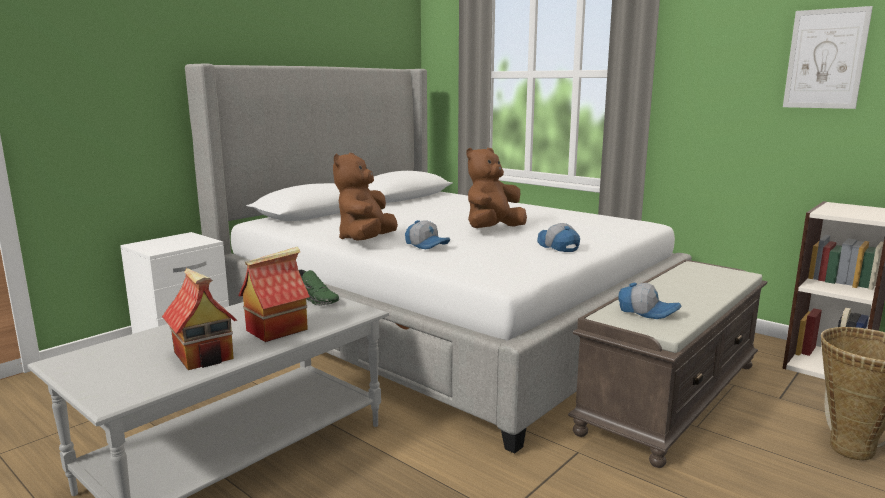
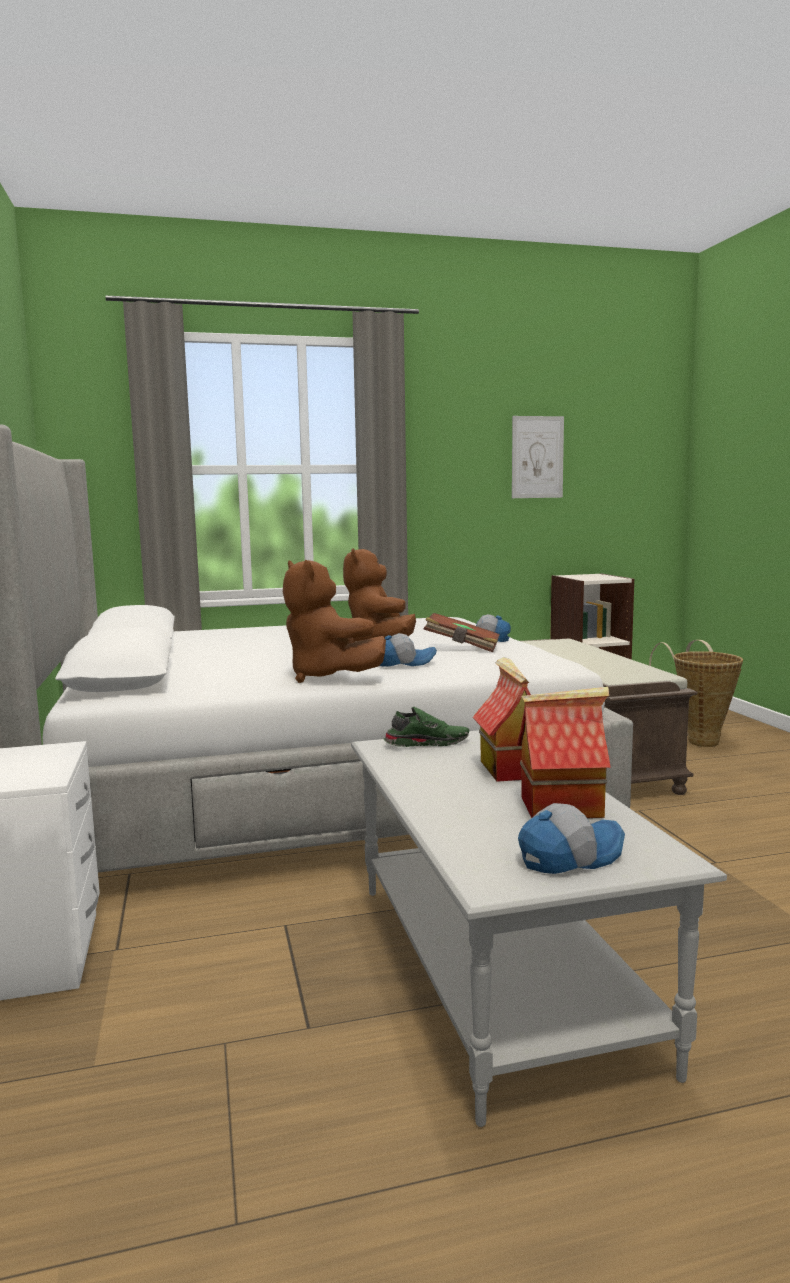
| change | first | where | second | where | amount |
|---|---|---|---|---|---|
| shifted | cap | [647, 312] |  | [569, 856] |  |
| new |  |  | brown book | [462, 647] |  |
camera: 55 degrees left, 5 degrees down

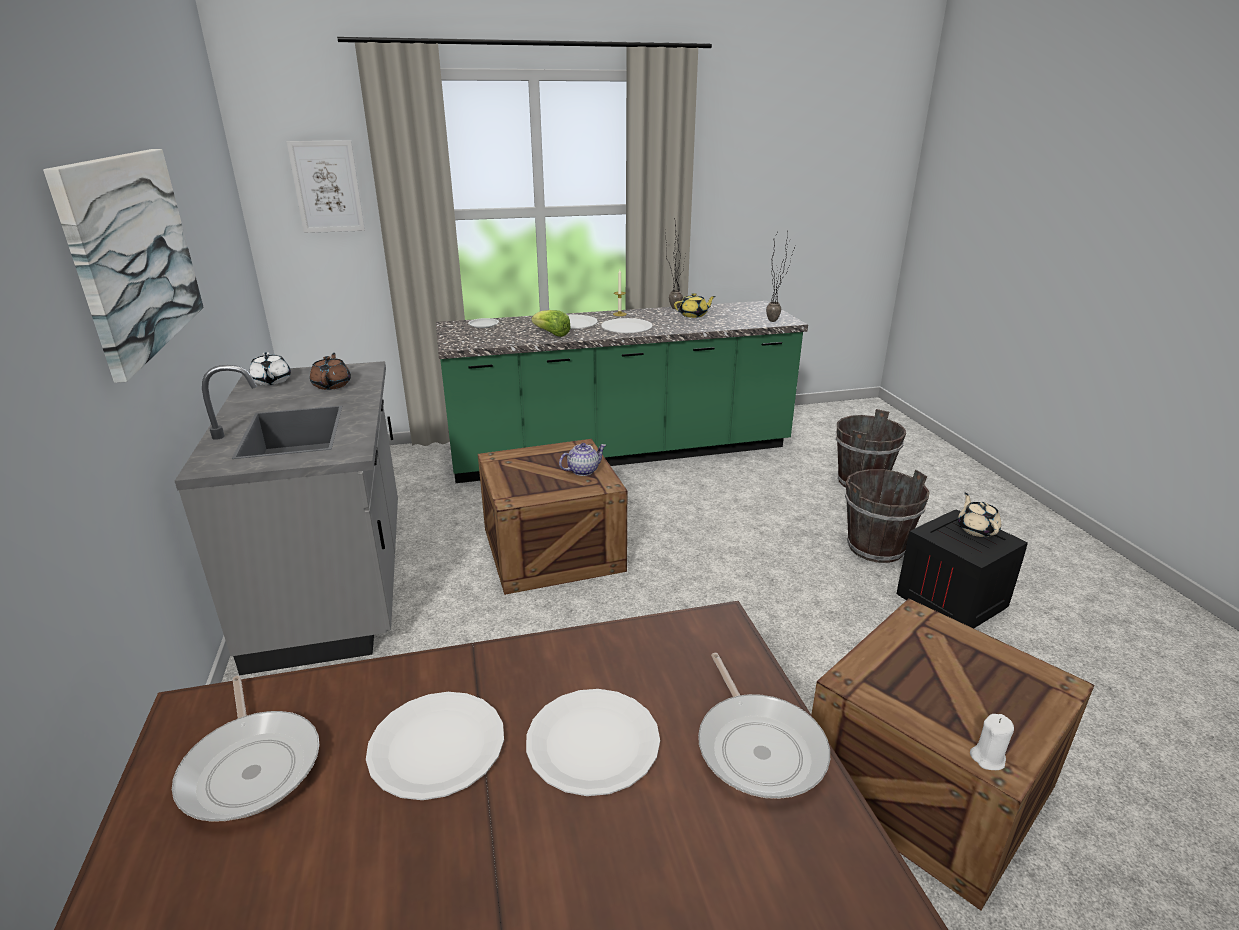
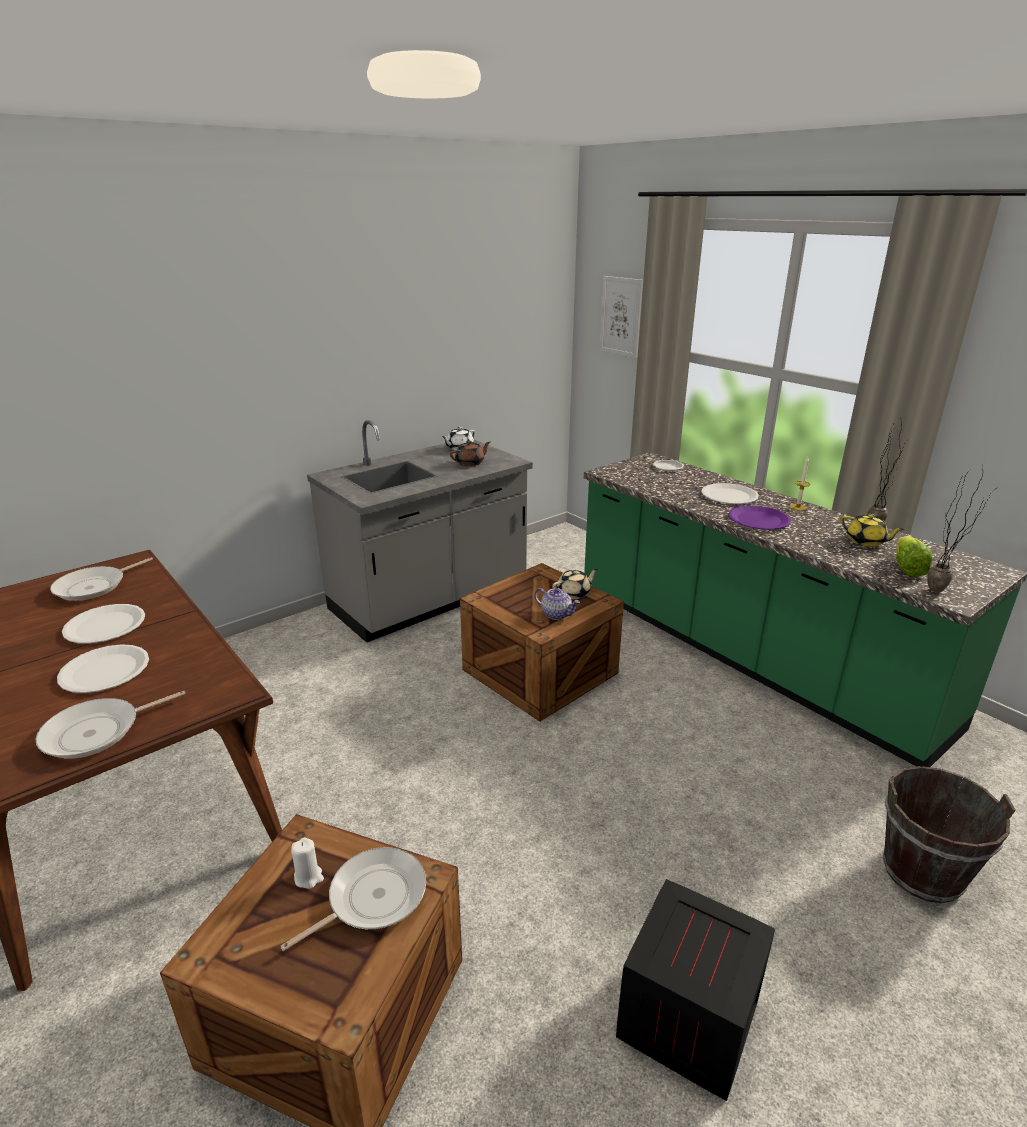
| change | first | where | second | where | amount |
|---|---|---|---|---|---|
| gone | picture | [134, 253] |  |  |  |
| shifted | lettuce | [552, 334] |  | [907, 568] |  |
| repainted | white plate | [626, 327] | purple plate | [759, 519] |  |
| gone | brown bucket | [875, 547] |  |  |  |
| shifted | beige teapot | [976, 529] |  | [574, 593] |  |
| shifted | white candle | [988, 758] |  | [308, 877] |  |
| new |  |  | frying pan | [372, 898] |  |
camera: 65 degrees right, 0 degrees up

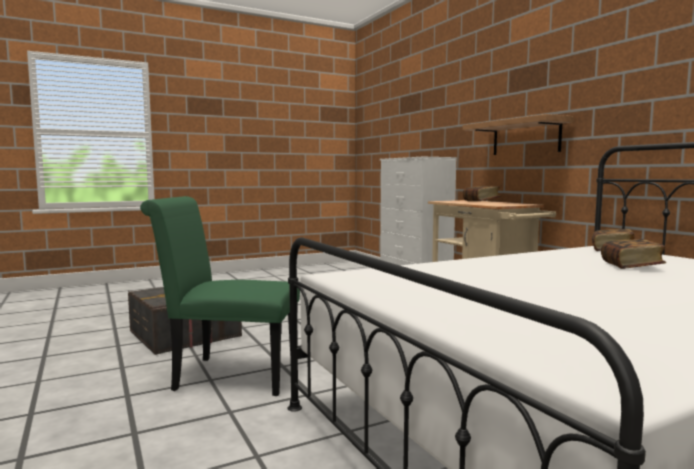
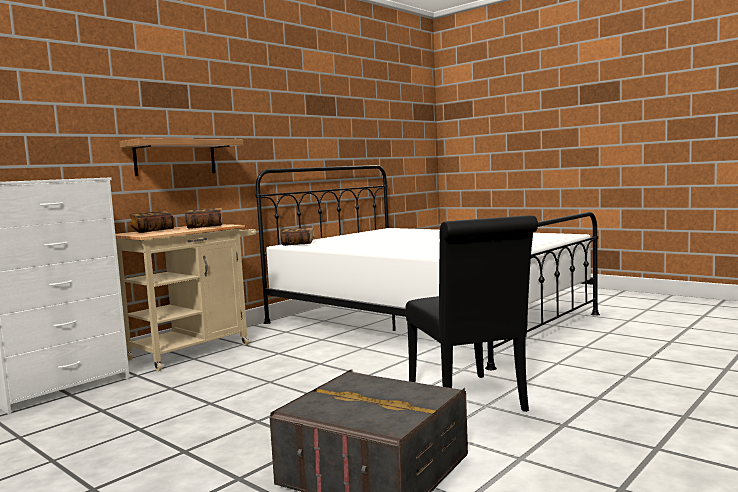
| change | first | where | second | where | amount |
|---|---|---|---|---|---|
| repainted | green chair | [228, 376] | black chair | [469, 401] |  |
| shifted | book | [631, 266] |  | [205, 226] |  |
camera: 110 degrees left, 0 degrees up

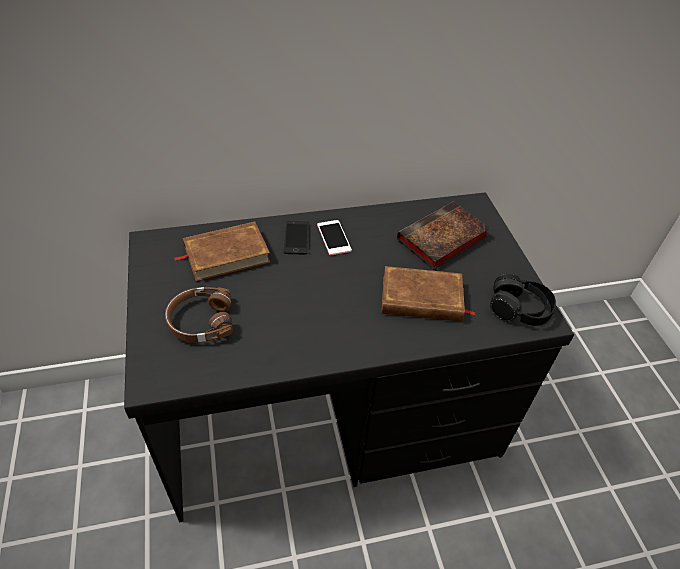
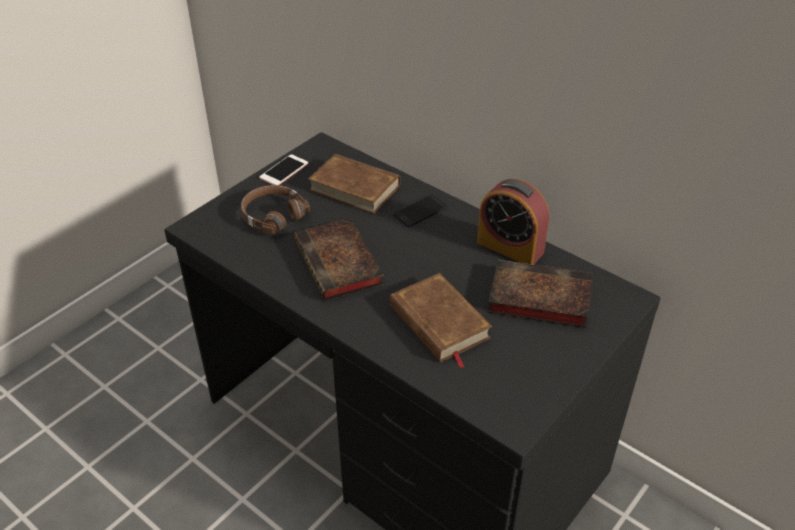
| change | first | where | second | where | amount |
|---|---|---|---|---|---|
| shifted | phone | [334, 238] |  | [284, 171] |  |
| gone | black headphones | [519, 308] |  |  |  |
| new |  |  | alarm clock | [510, 247] |  |
| new |  |  | book | [340, 265] |  |
camera: 55 degrees right, 5 degrees down

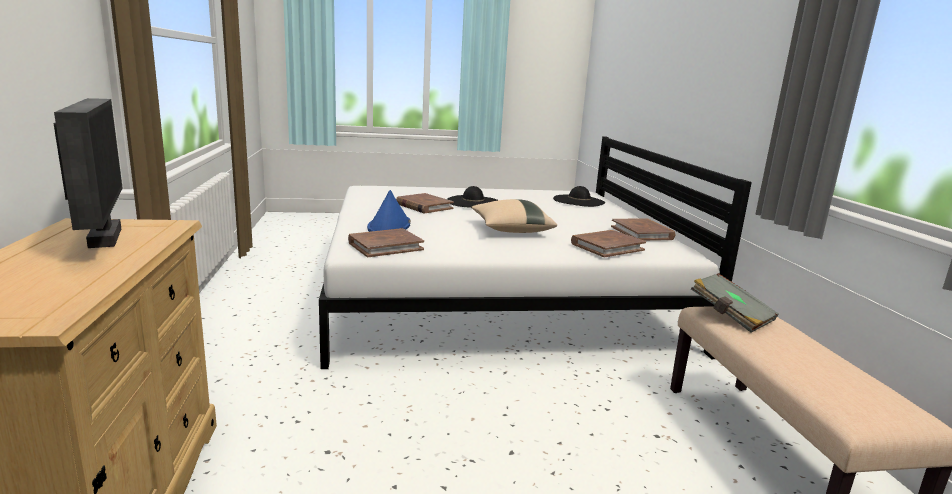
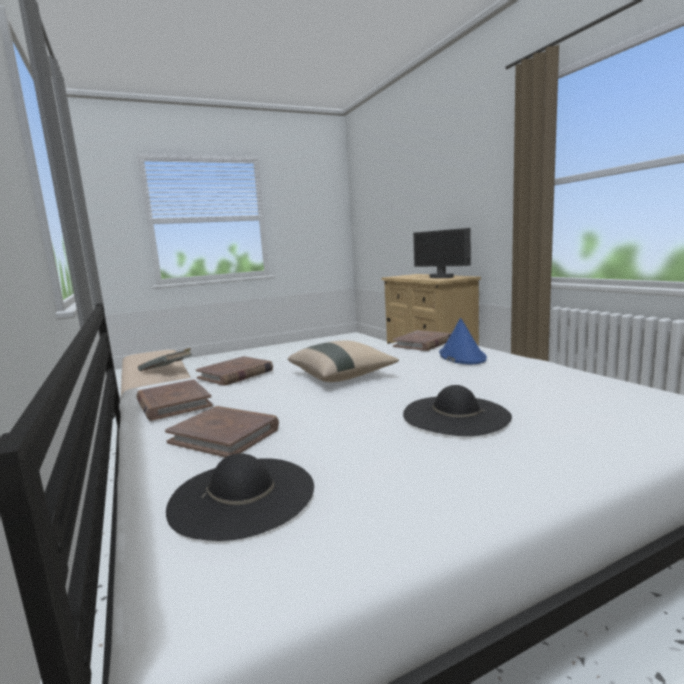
| change | first | where | second | where | amount |
|---|---|---|---|---|---|
| shifted | brown book | [424, 206] |  | [225, 435] |  |
camera: 165 degrees right, 5 degrees down

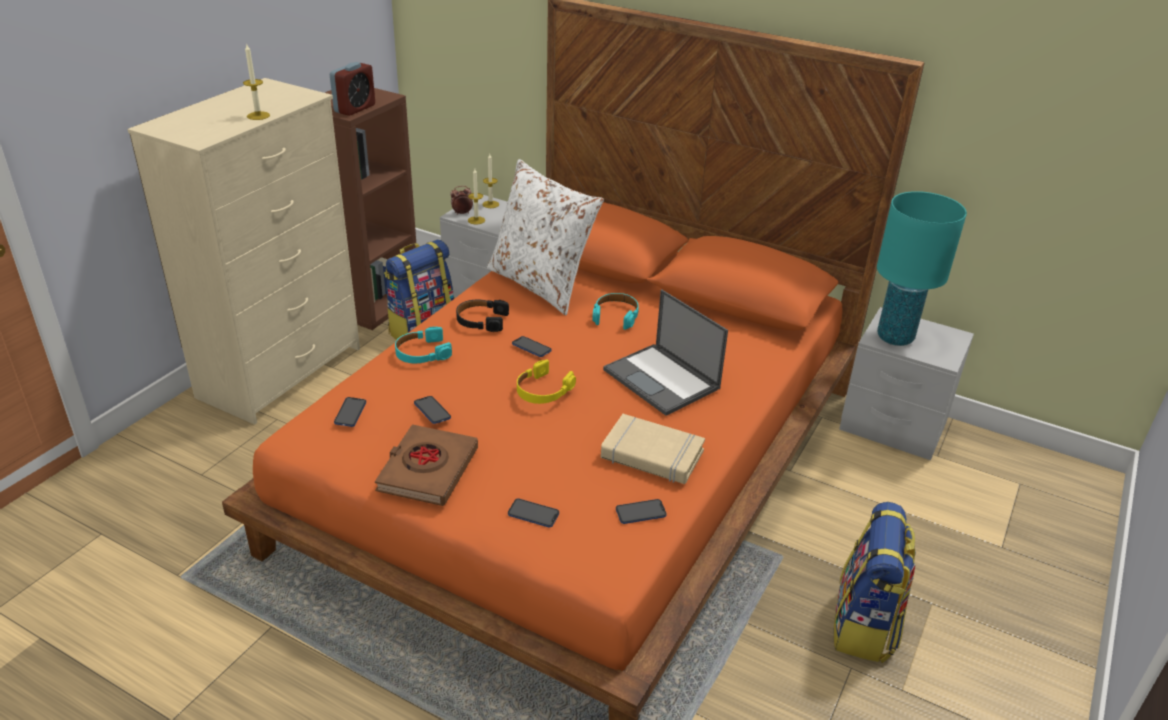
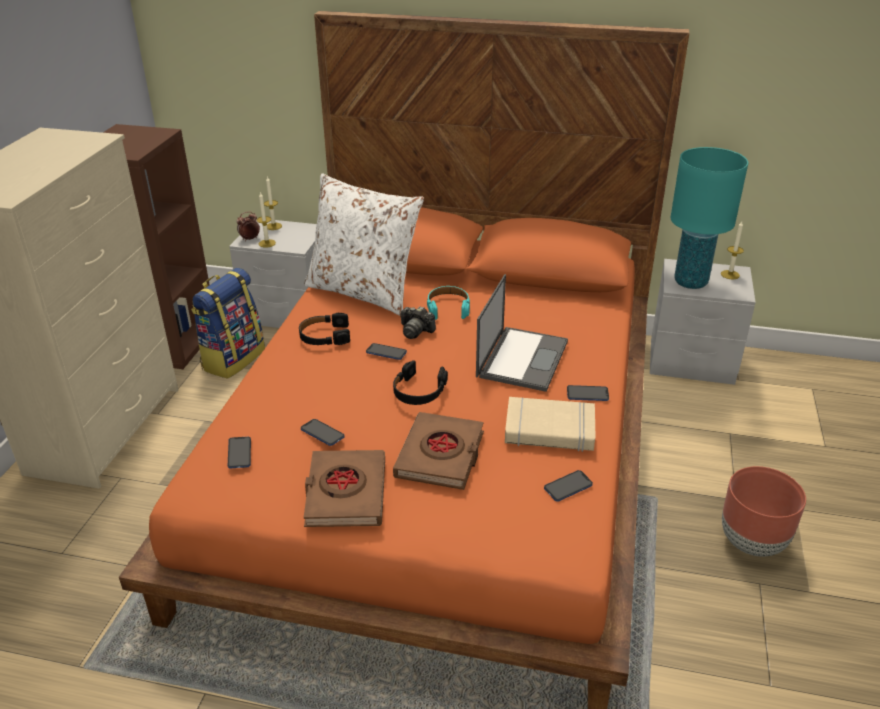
| change | first | where | second | where | amount |
|---|---|---|---|---|---|
| shifted | candle | [258, 116] |  | [730, 274] |  |
| gone | alarm clock | [355, 108] |  |  |  |
| rotated | laptop | [662, 380] |  | [522, 358] | 105 degrees counterclockwise |
| gone | turquoise headphones | [422, 353] |  |  |  |
| repainted | yellow headphones | [543, 390] | black headphones | [418, 391] |  |
| shifted | phone | [533, 514] |  | [587, 394] |  |
| swapped | backpack | [865, 626] | brown planter | [753, 543] |  |
| new |  |  | photo camera | [415, 331] |  |
| new |  |  | brown book | [441, 456] |  |
camera: 15 degrees left, 0 degrees up

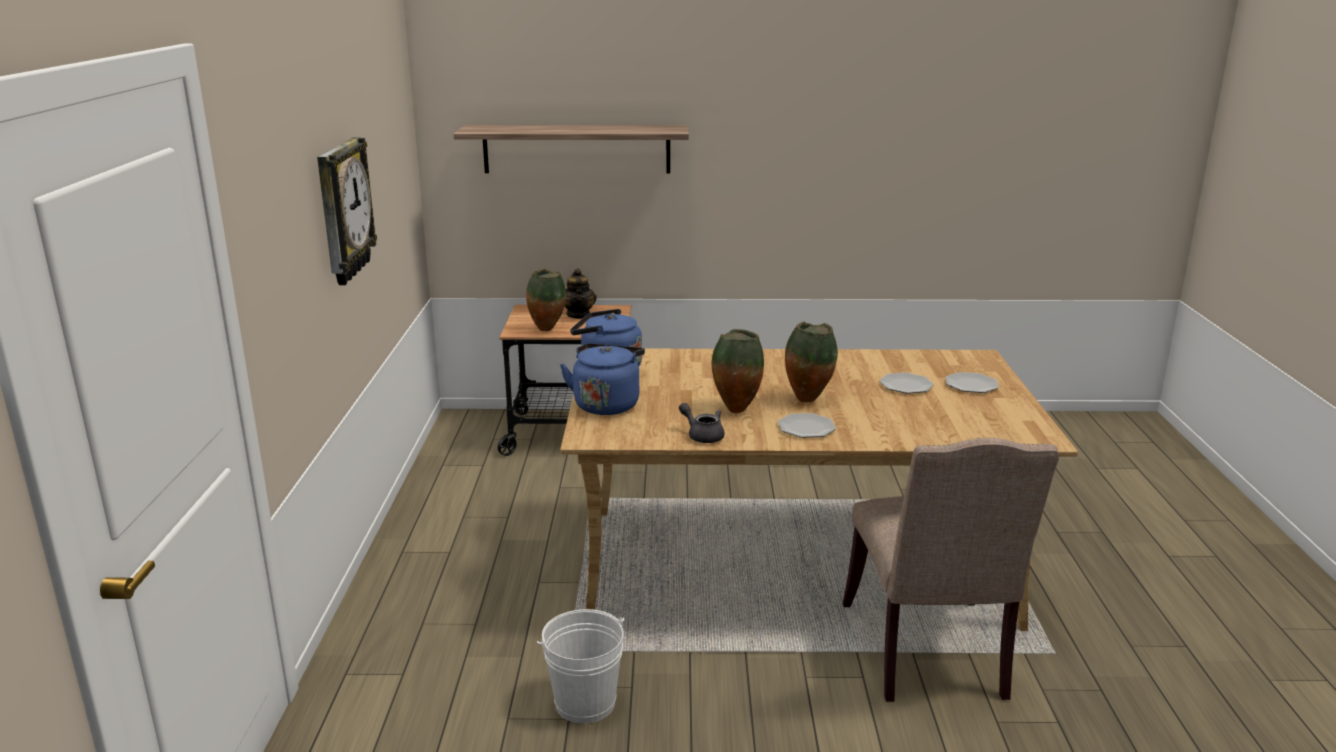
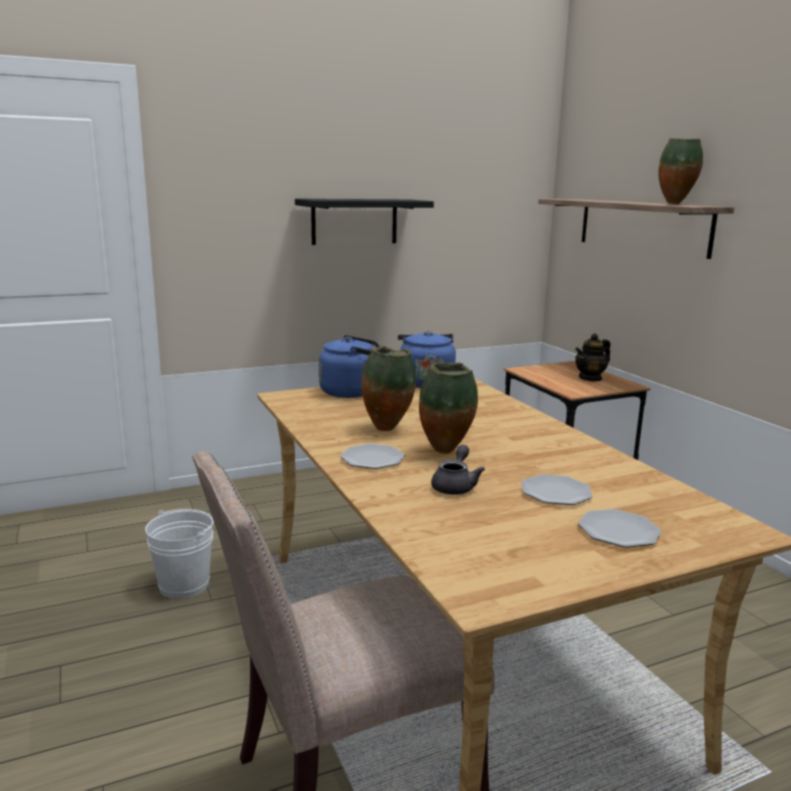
| change | first | where | second | where | amount |
|---|---|---|---|---|---|
| swapped | wall clock | [342, 211] | black shelf | [354, 221] |  |
| shifted | vase | [547, 330] |  | [675, 204] |  |
| shifted | grey teapot | [702, 435] |  | [455, 486] |  |
camera: 65 degrees right, 5 degrees down

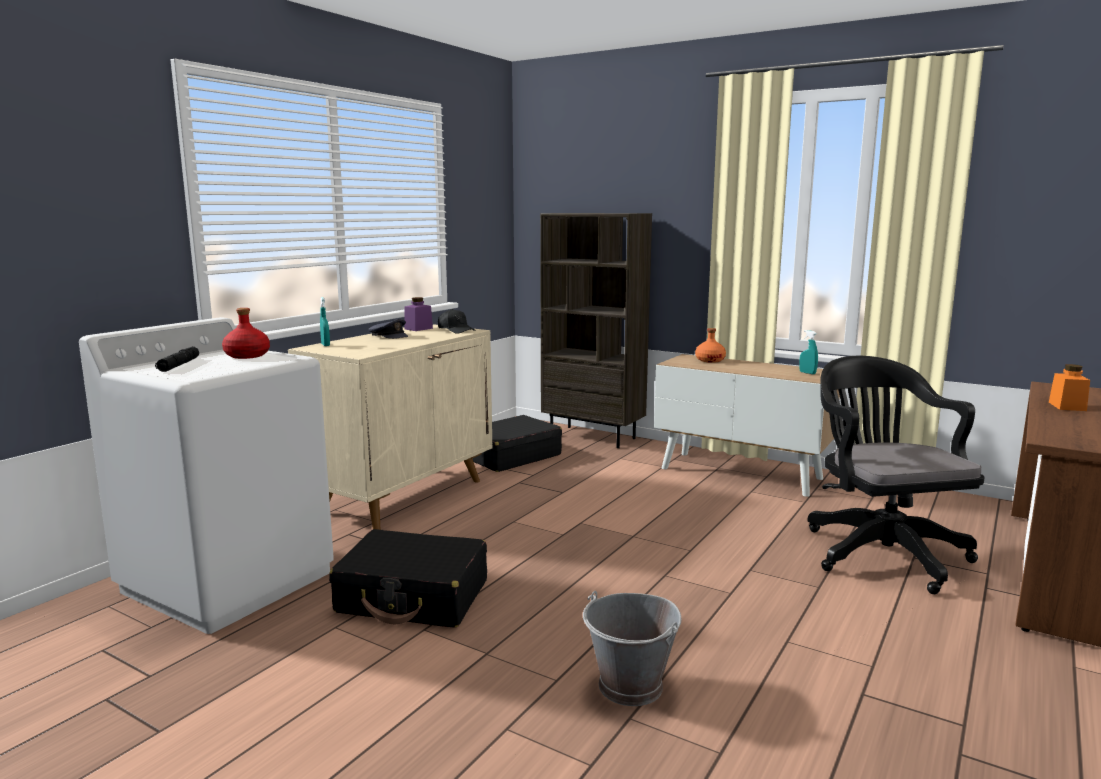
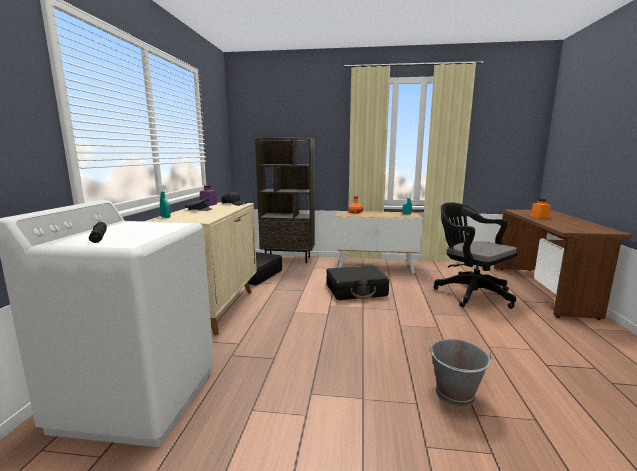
| change | first | where | second | where | amount |
|---|---|---|---|---|---|
| gone | red bottle | [247, 355] |  |  |  |
| shifted | black suitcase | [413, 597] |  | [356, 291] |  |
camera: 25 degrees left, 0 degrees up

